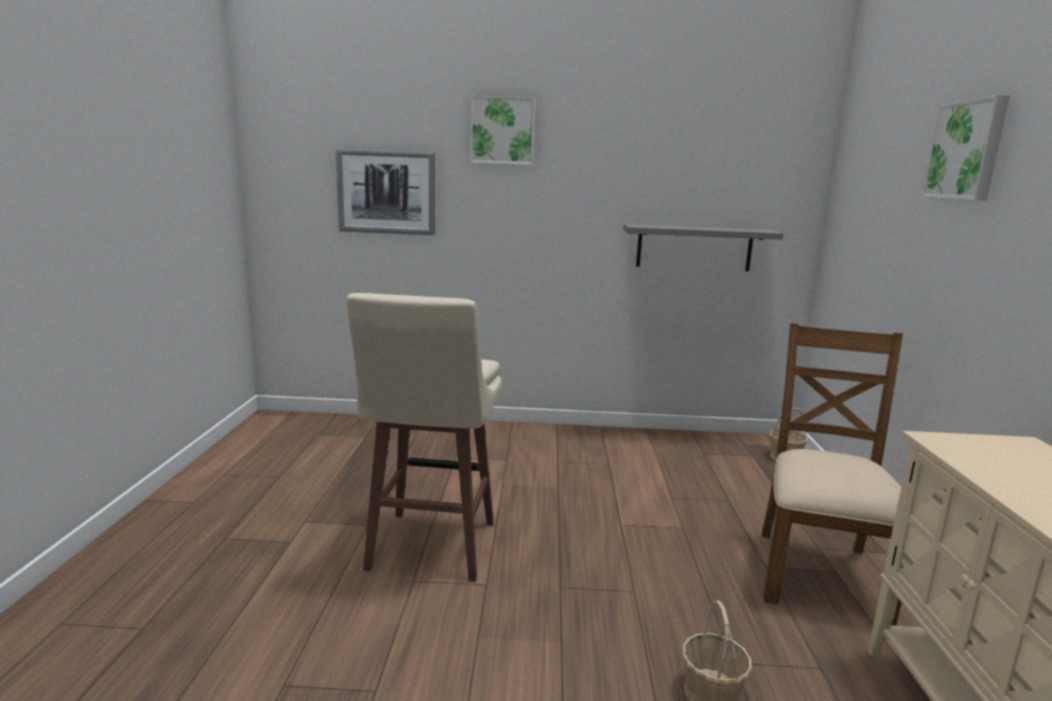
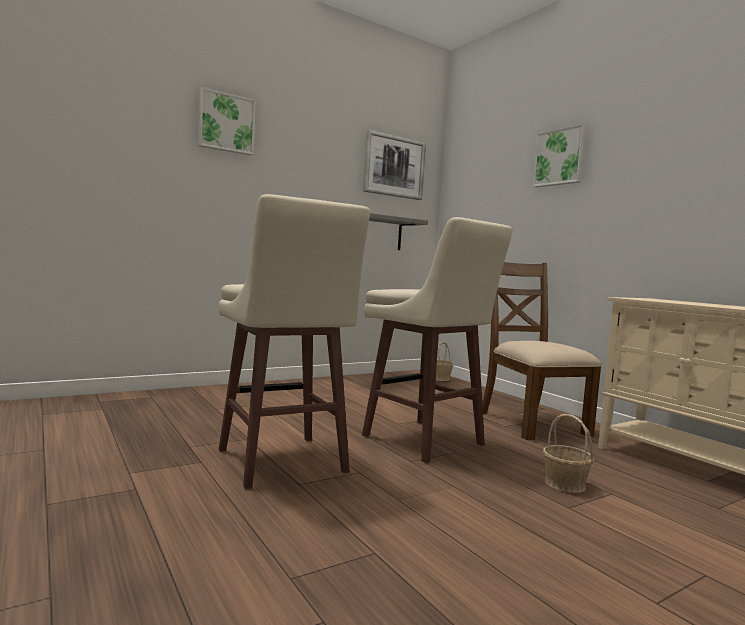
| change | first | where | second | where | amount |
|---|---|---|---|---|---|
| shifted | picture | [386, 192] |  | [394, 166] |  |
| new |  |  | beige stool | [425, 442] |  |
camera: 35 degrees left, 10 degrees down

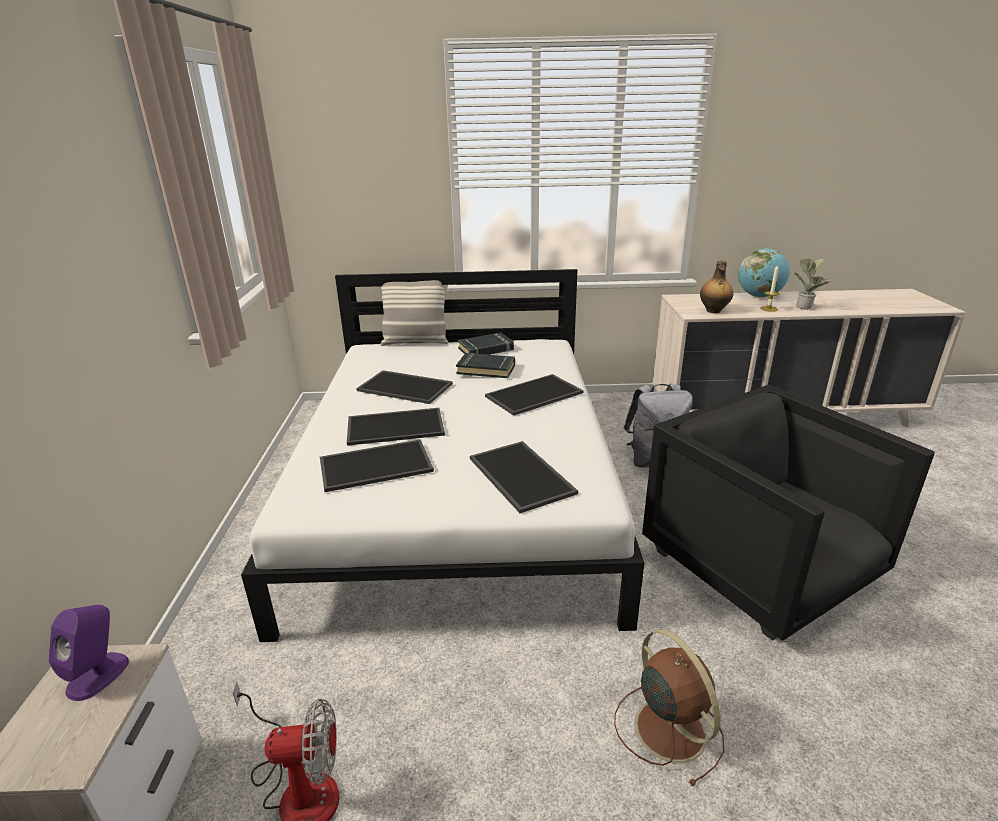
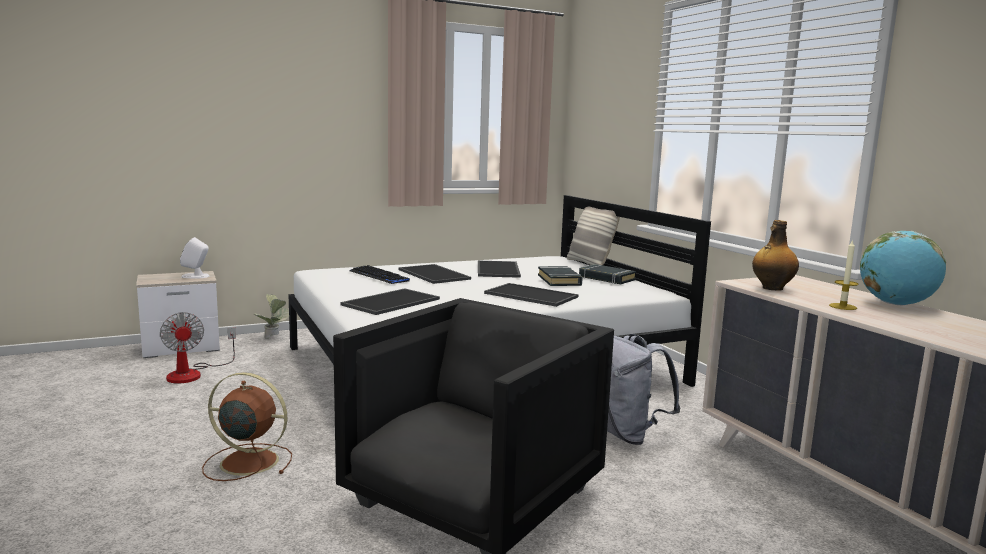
| change | first | where | second | where | amount |
|---|---|---|---|---|---|
| shifted | potted plant | [806, 306] |  | [274, 338] |  |
| swapped | tray | [376, 464] | keyboard | [379, 276] |  |
| repainted | purple speaker | [98, 675] | white speaker | [195, 276] |  |
| rotated | brown fan | [667, 727] |  | [247, 462] | 120 degrees counterclockwise |
camera: 65 degrees right, 15 degrees down

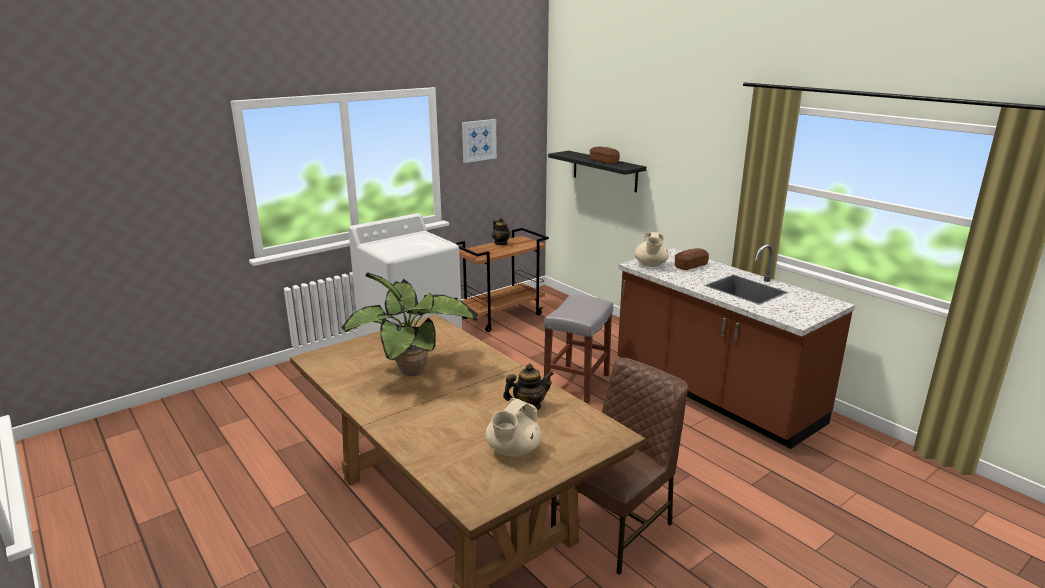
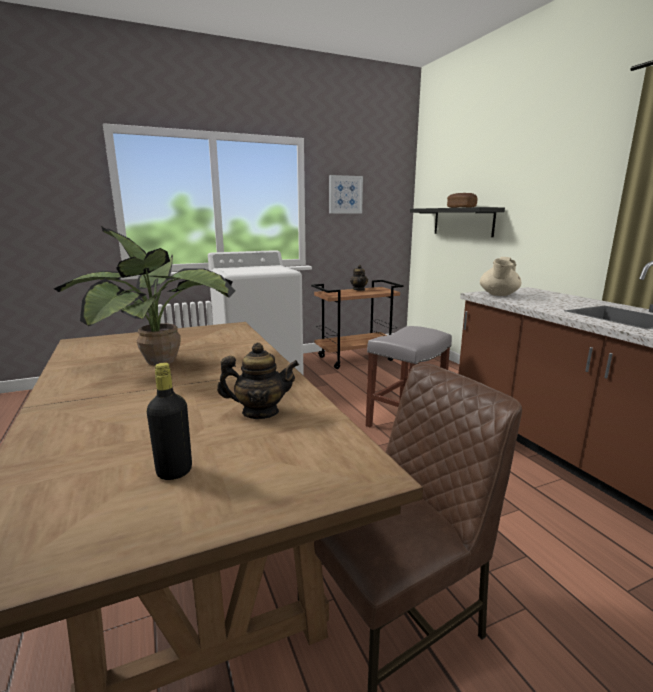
| change | first | where | second | where | amount |
|---|---|---|---|---|---|
| gone | bread | [690, 266] |  |  |  |
| swapped | beige teapot | [513, 451] | black bottle | [174, 472] |  |
camera: 15 degrees right, 5 degrees down

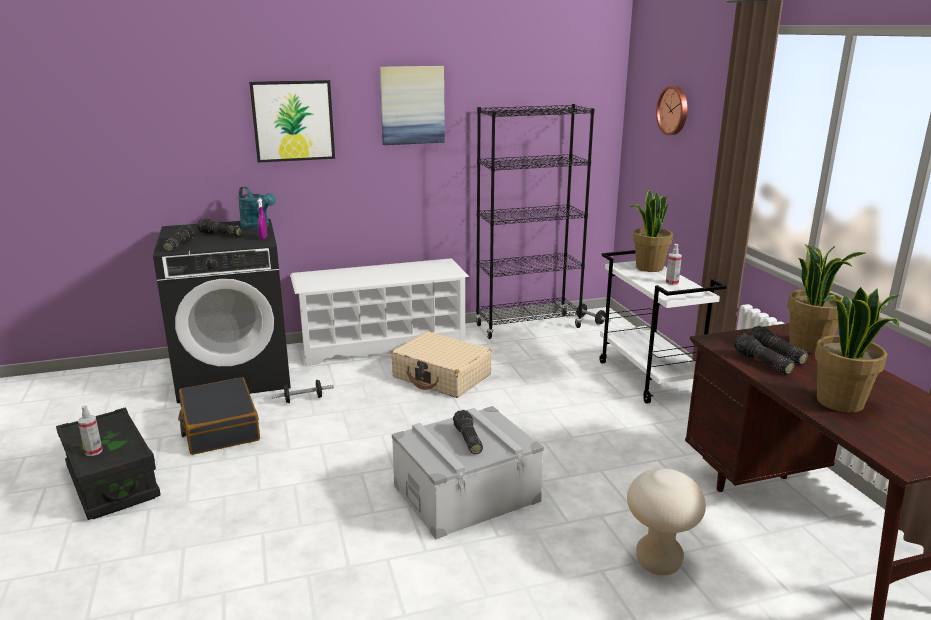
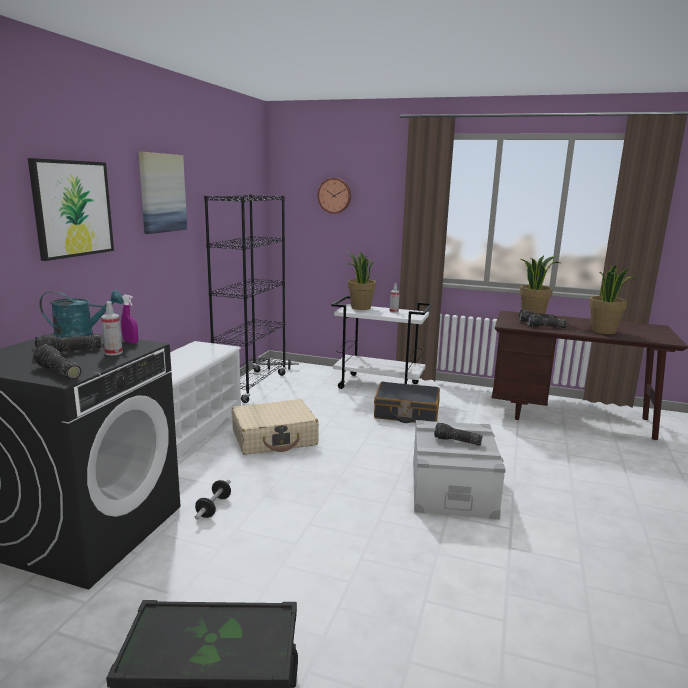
| change | first | where | second | where | amount |
|---|---|---|---|---|---|
| shifted | black suitcase | [220, 427] |  | [406, 413] |  |
| shifted | spray bottle | [93, 451] |  | [113, 353] |  |
| gone | beige stool | [658, 563] |  |  |  |
camera: 55 degrees left, 5 degrees down

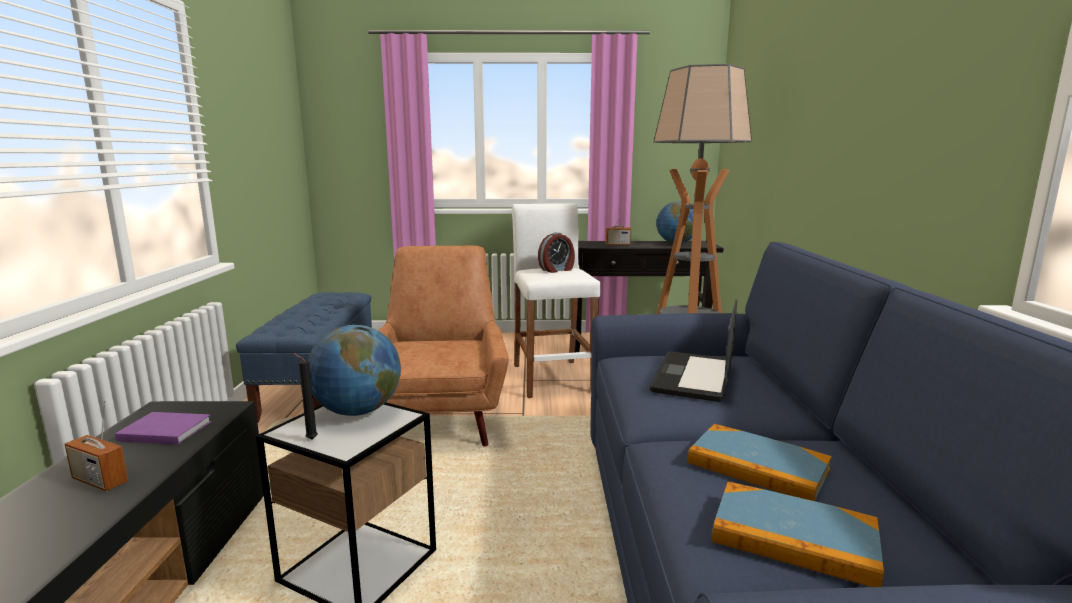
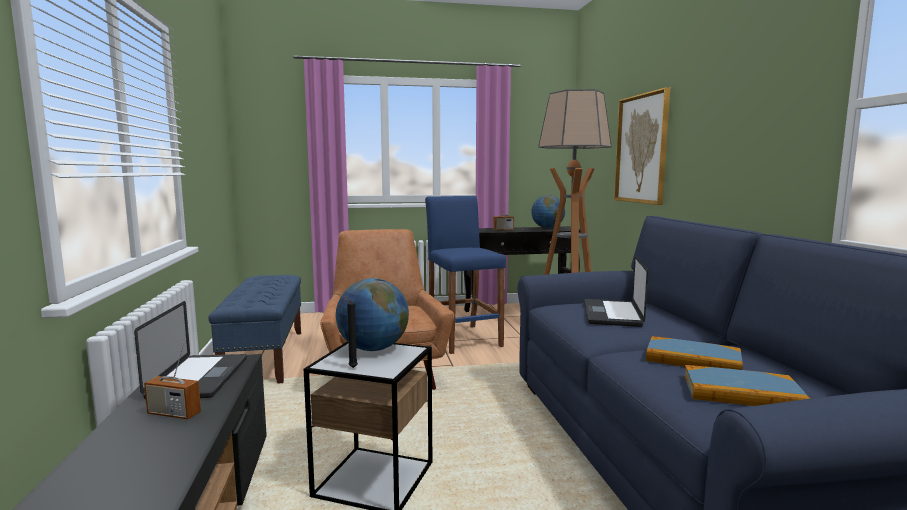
| change | first | where | second | where | amount |
|---|---|---|---|---|---|
| repainted | white stool | [552, 378] | blue stool | [463, 338] |  |
| gone | alarm clock | [557, 270] |  |  |  |
| swapped | purple book | [164, 430] | laptop | [199, 378] |  |
| new |  |  | picture | [642, 149] |  |
camera: 10 degrees left, 5 degrees down

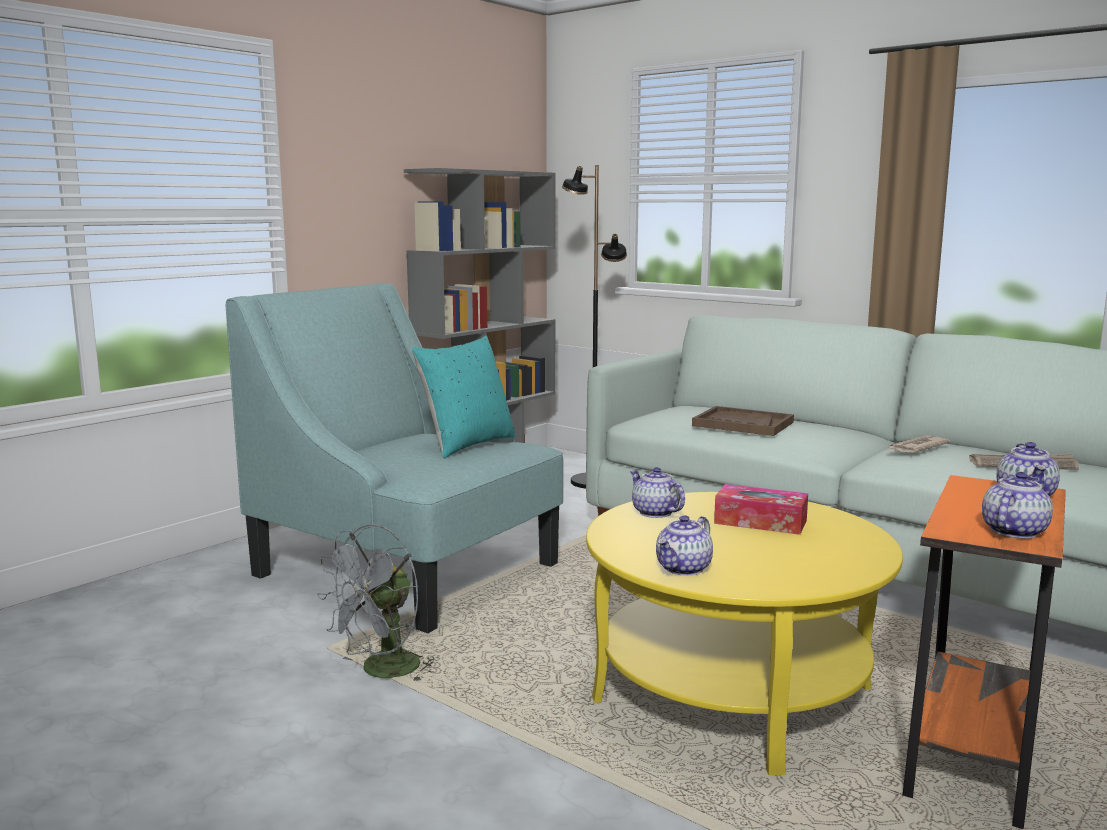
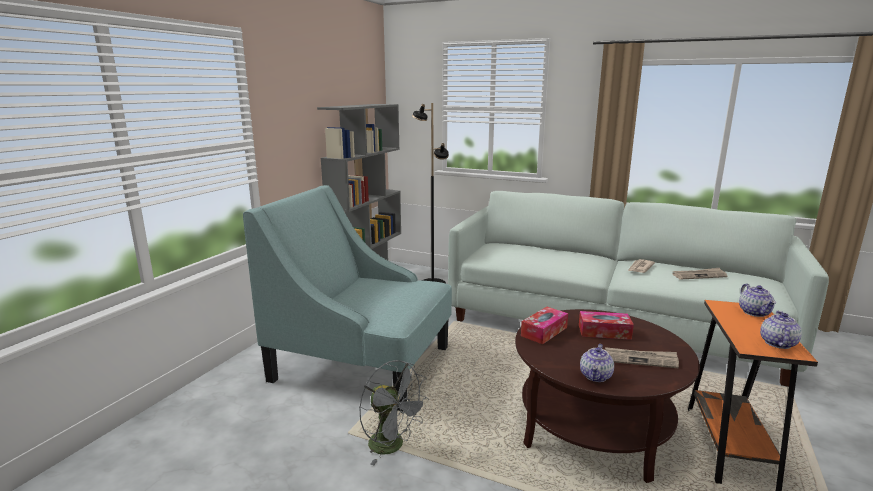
| change | first | where | second | where | amount |
|---|---|---|---|---|---|
| gone | turquoise pillow | [467, 444] |  |  |  |
| gone | brown tray | [742, 424] |  |  |  |
| swapped | teapot | [654, 512] | tissue box | [544, 331] |  |
| repainted | yellow coffee table | [733, 694] | brown coffee table | [594, 428] |  |
| rotated | grey fan | [382, 672] |  | [393, 446] | 75 degrees counterclockwise |
| new |  |  | newspaper | [640, 359] |  |
camera: 15 degrees left, 5 degrees up

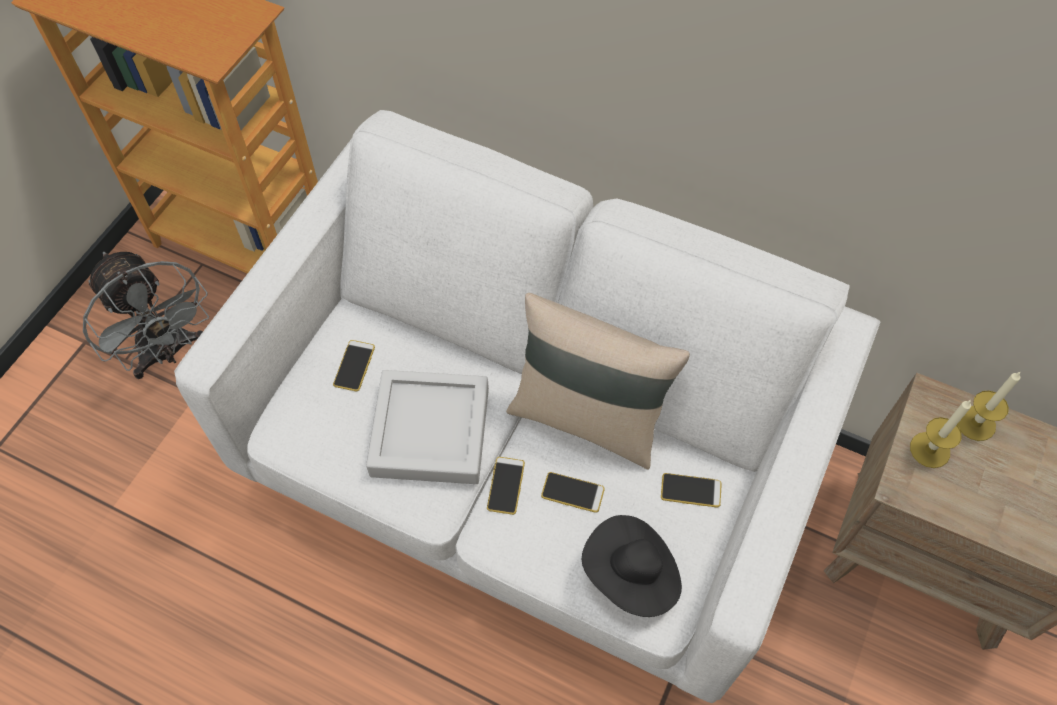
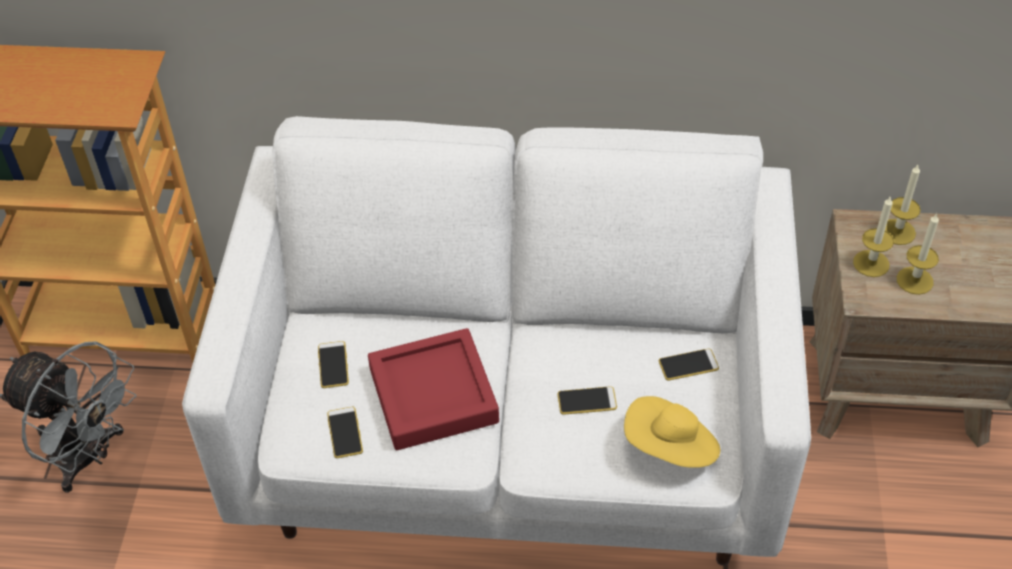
| change | first | where | second | where | amount |
|---|---|---|---|---|---|
| gone | beige pillow | [587, 417] |  |  |  |
| repainted | grey tray | [430, 432] | red tray | [433, 395] |  |
| shifted | phone | [505, 485] |  | [345, 432] |  |
| repainted | black hat | [632, 576] | yellow hat | [671, 448] |  |
| new |  |  | candle | [914, 280] |  |
camera: 20 degrees left, 10 degrees down

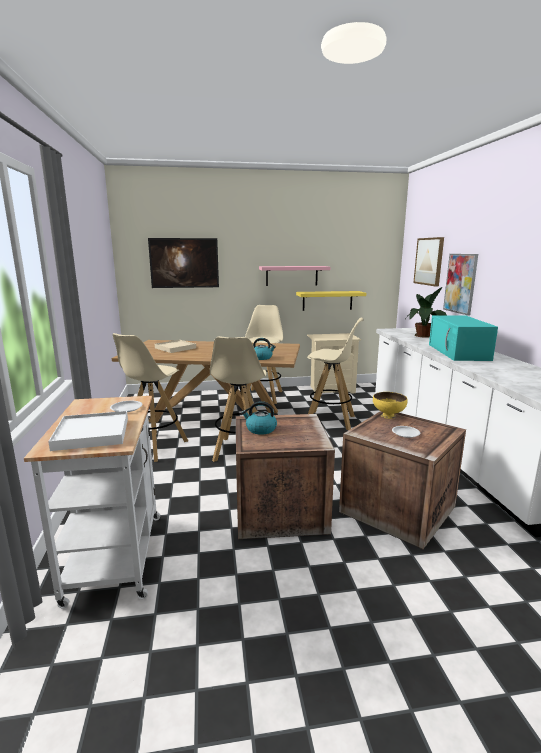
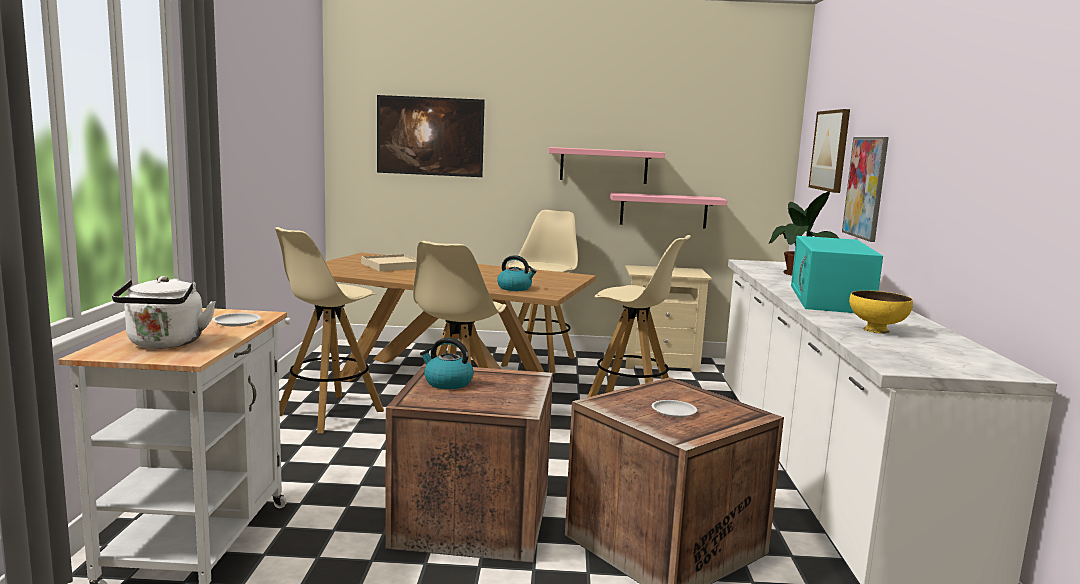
| change | first | where | second | where | amount |
|---|---|---|---|---|---|
| repainted | yellow shelf | [327, 300] | pink shelf | [663, 210] |  |
| shifted | yellow bowl | [388, 416] |  | [877, 330] |  |
| swapped | white tray | [92, 434] | white kettle | [165, 344] |  |
camera: 10 degrees right, 5 degrees down

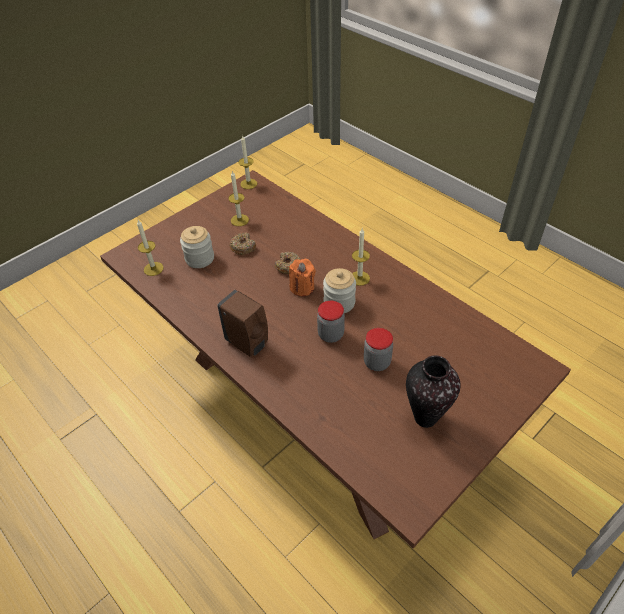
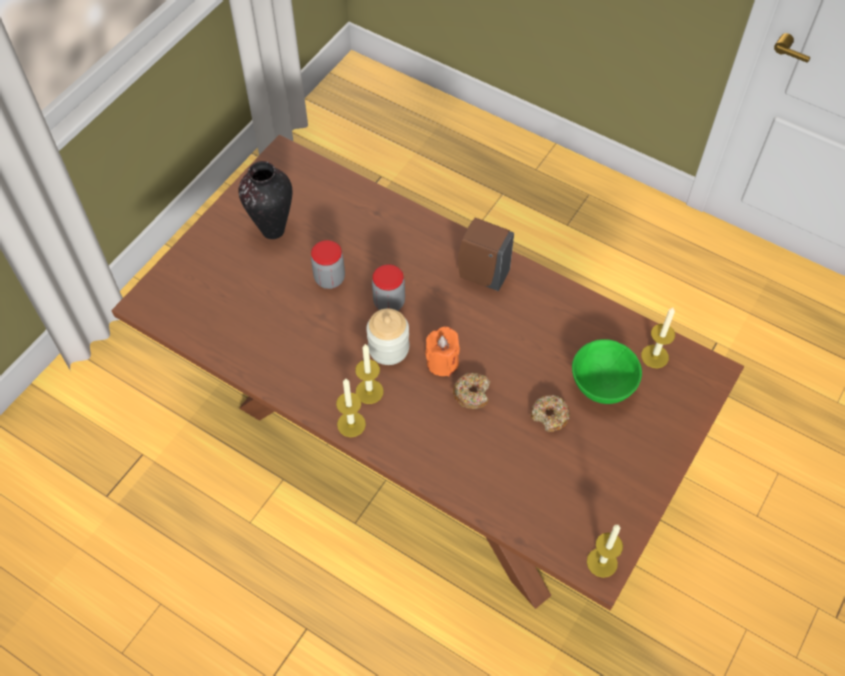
| change | first | where | second | where | amount |
|---|---|---|---|---|---|
| shifted | candle | [239, 220] |  | [351, 424] |  |
| swapped | jar | [199, 258] | green bowl | [601, 385] |  |
camera: 165 degrees right, 10 degrees up

